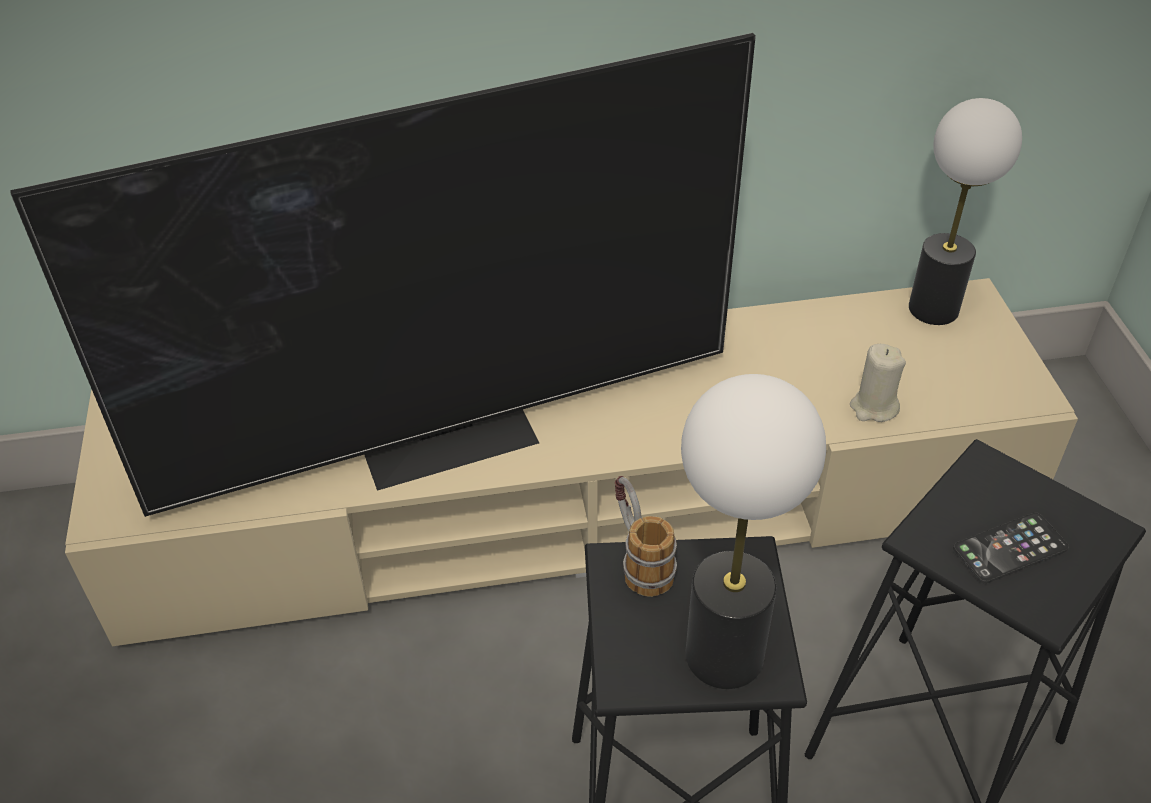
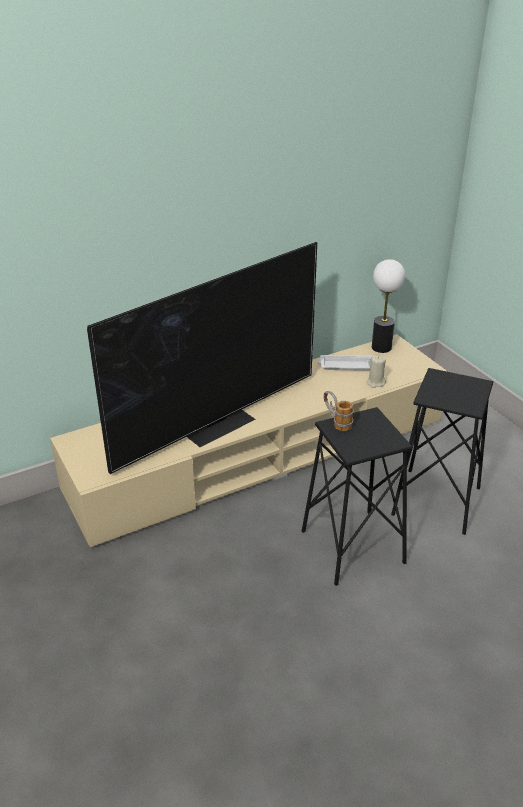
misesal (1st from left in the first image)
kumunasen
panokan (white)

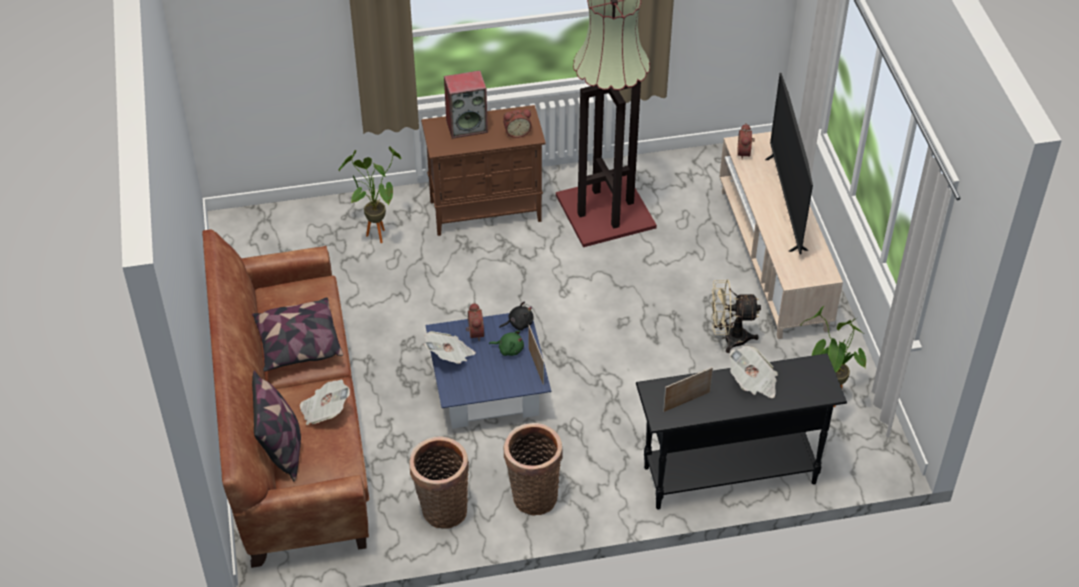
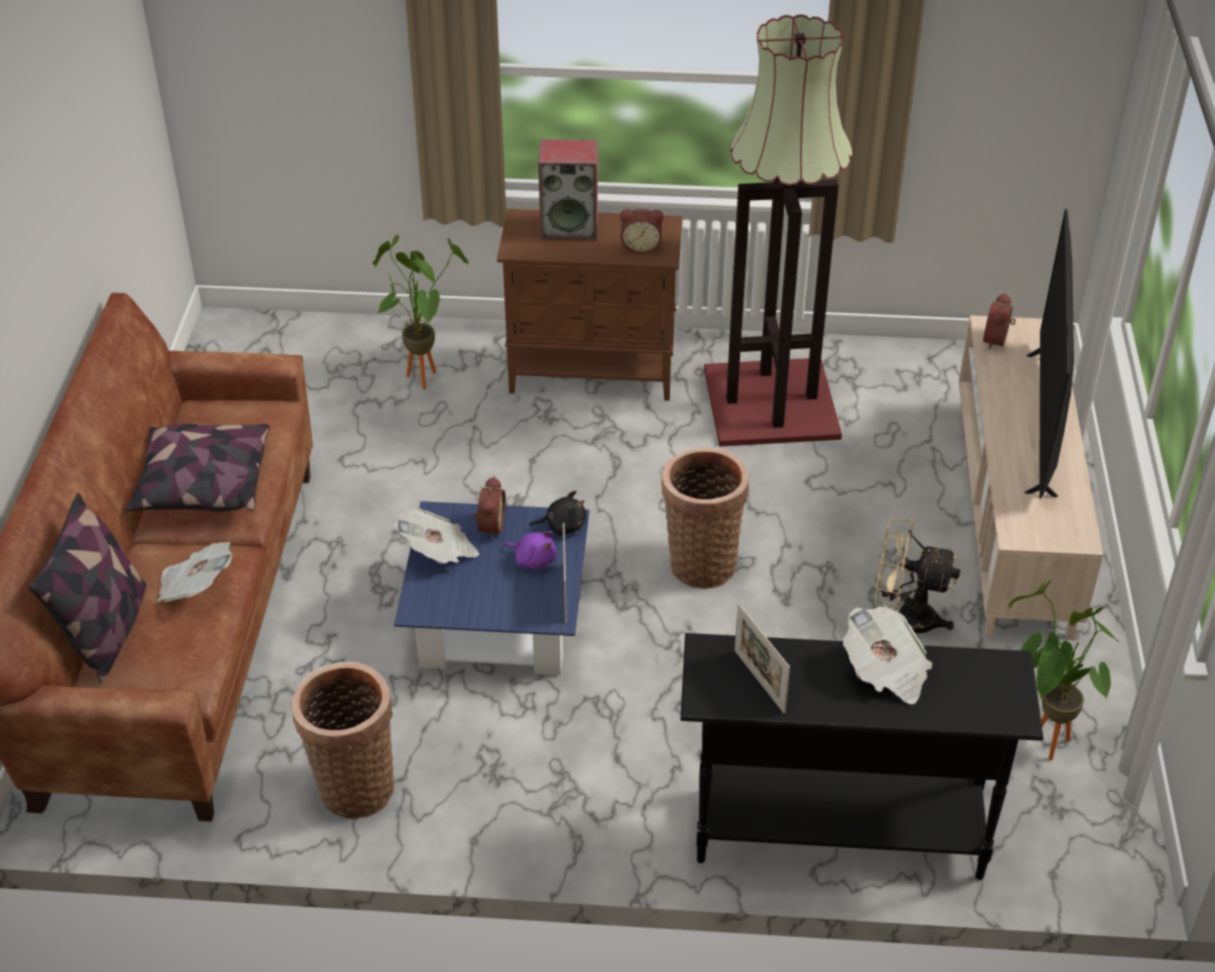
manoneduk (2nd from left)
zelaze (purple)
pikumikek (2nd from left)

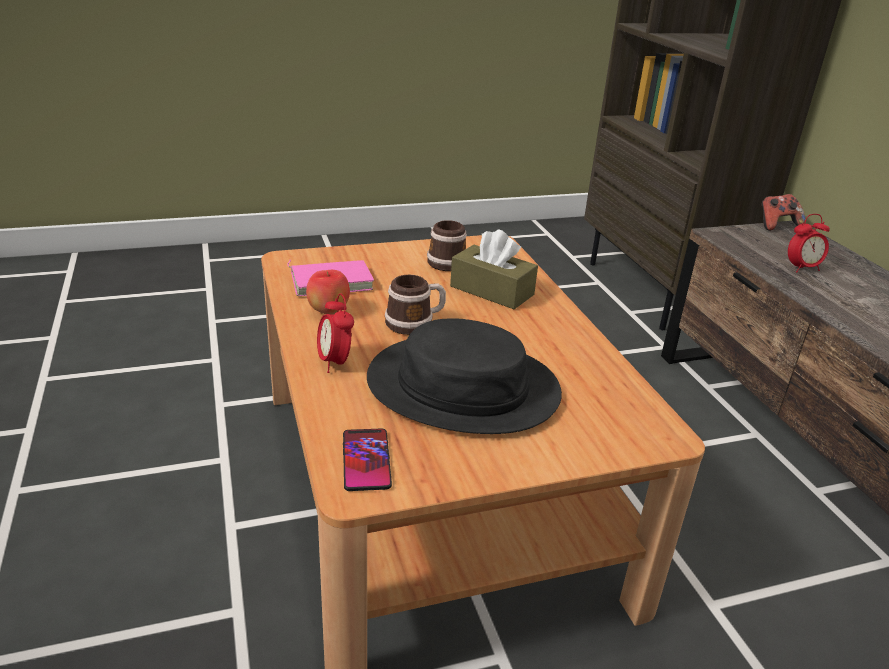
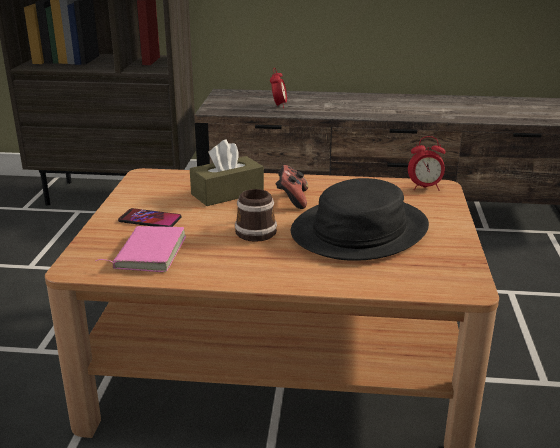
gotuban
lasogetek (2nd from left in the first image)
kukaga (2nd from left)
kumunasen
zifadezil

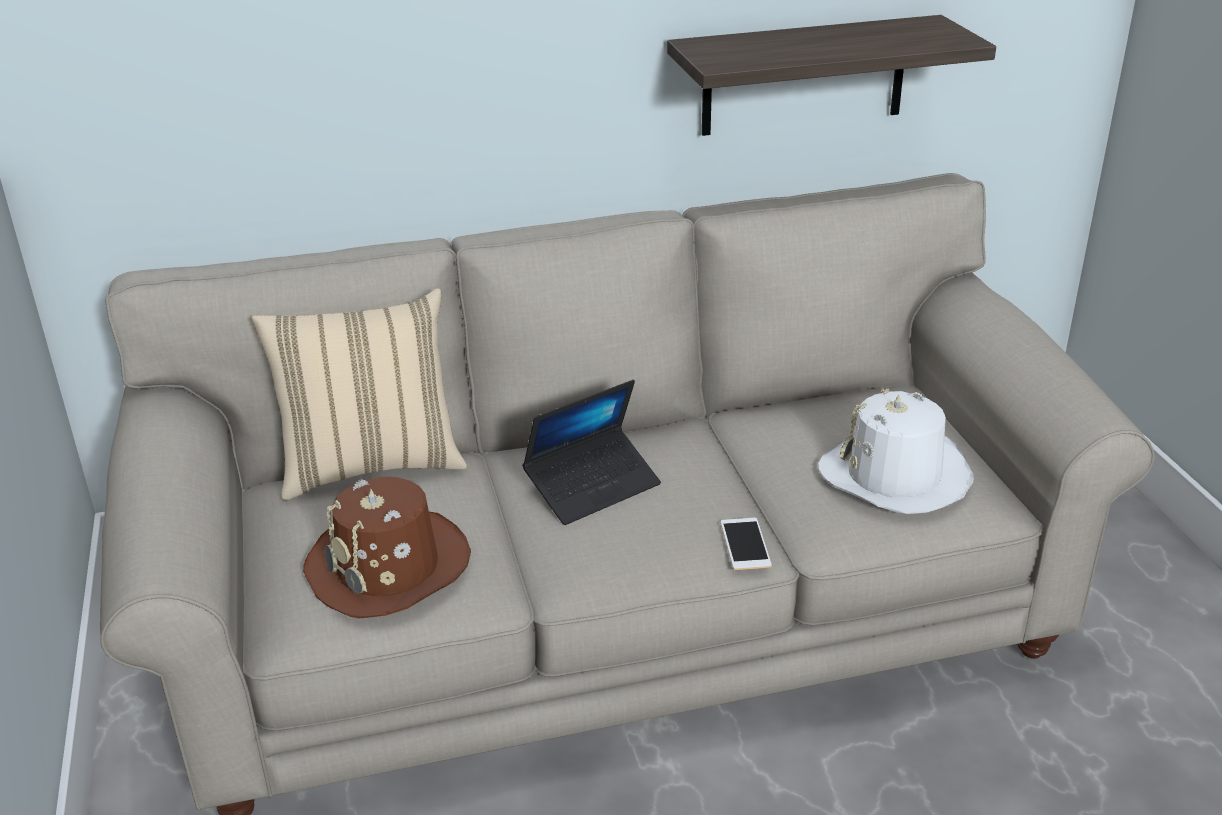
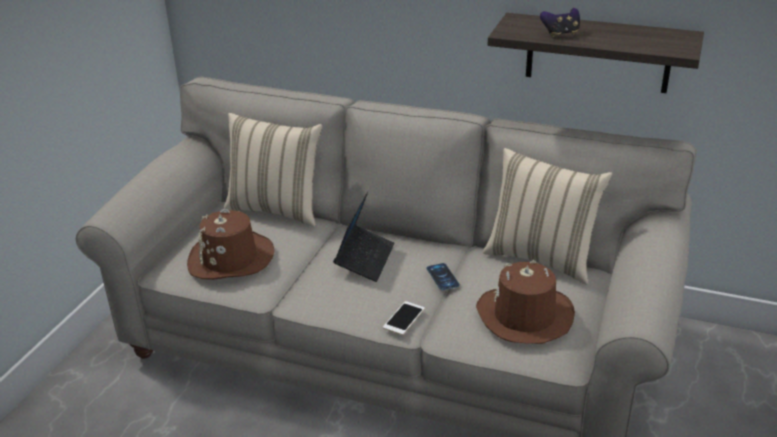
kumunasen (2nd from left)
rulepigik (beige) (2nd from left)
zifadezil
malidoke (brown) (2nd from left)
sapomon

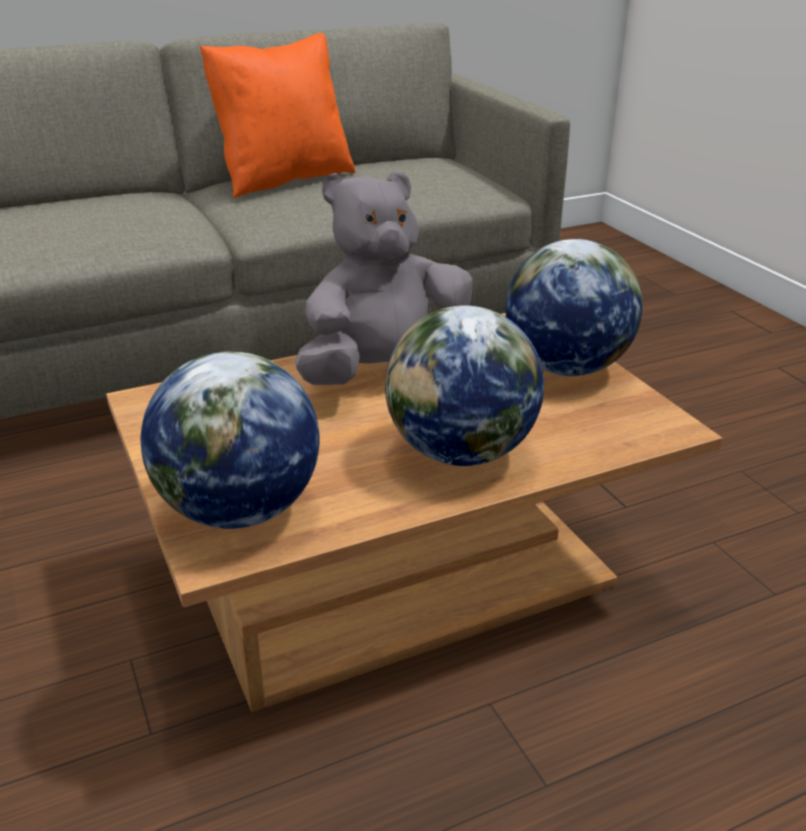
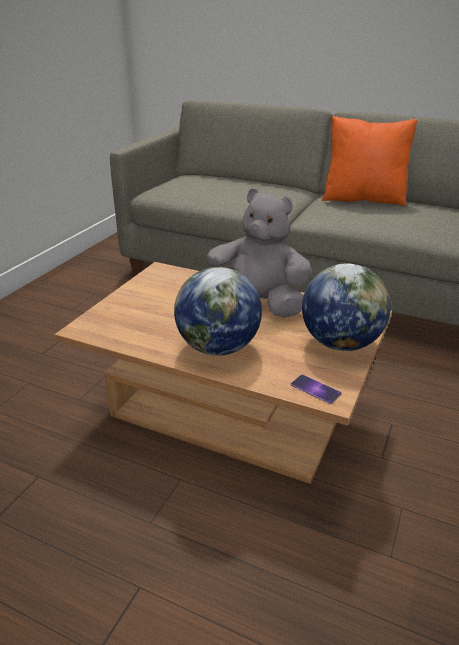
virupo (1st from left in the first image)
kumunasen

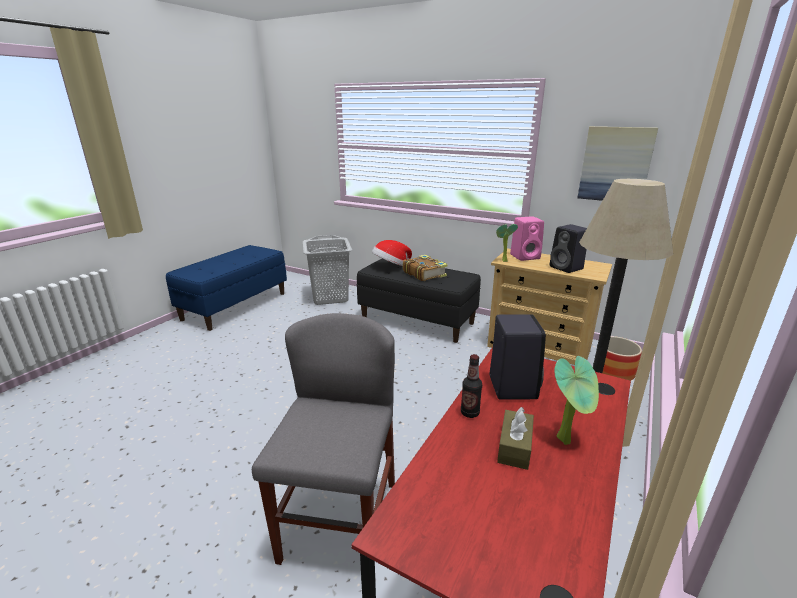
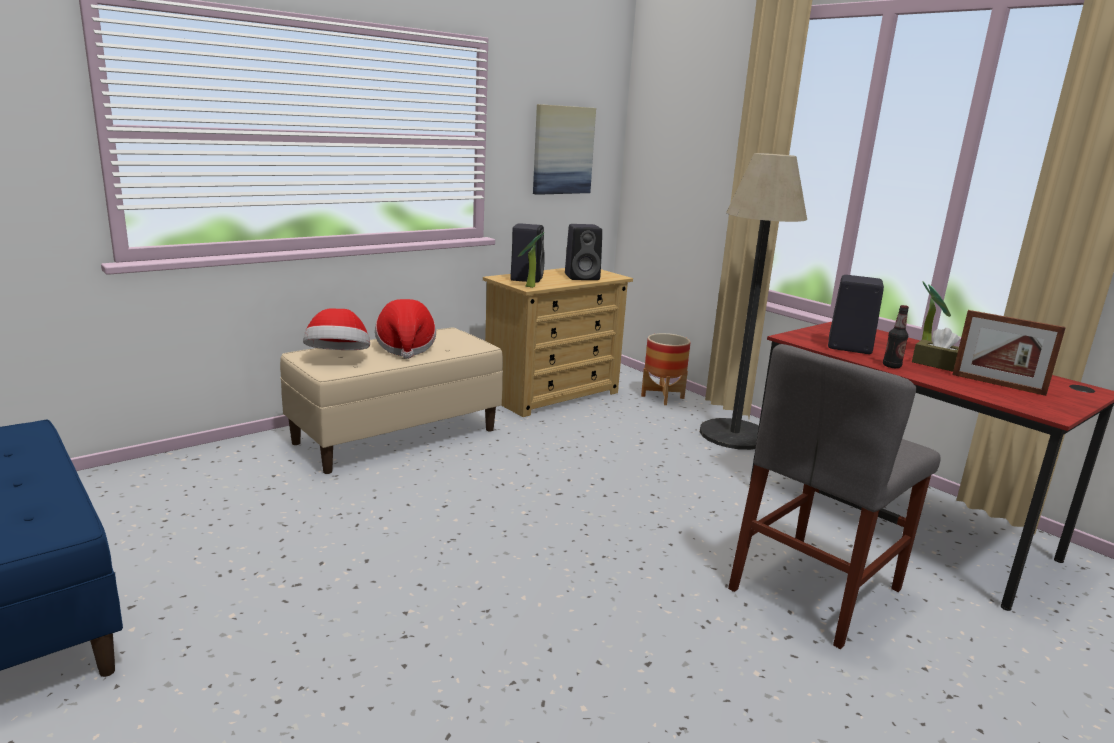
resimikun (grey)
pikumikek
malidoke (2nd from left)
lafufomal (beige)
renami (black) (1st from left)
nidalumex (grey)

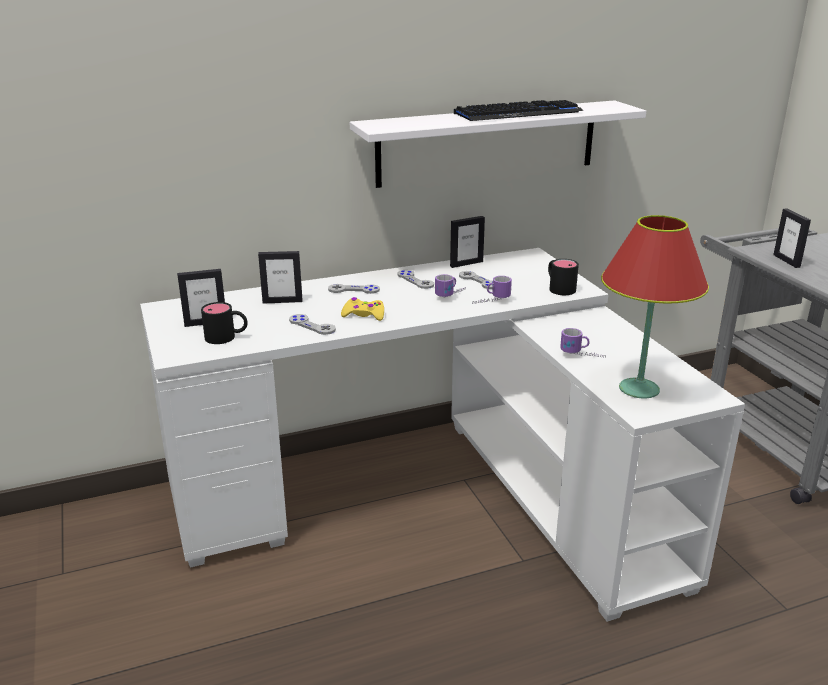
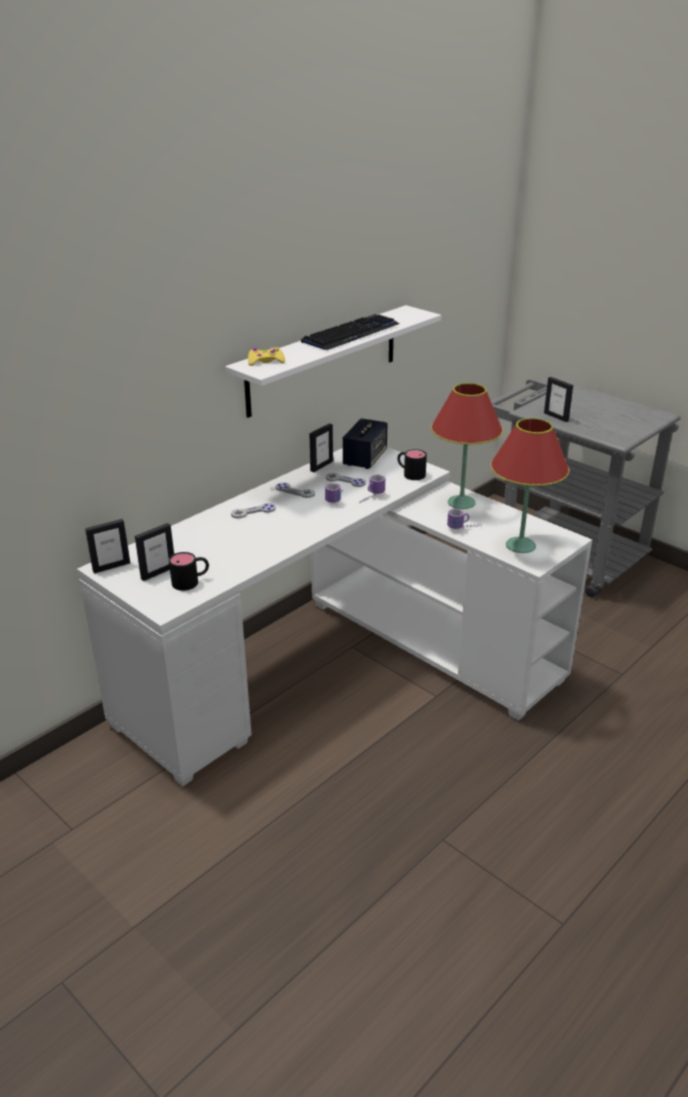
zifadezil (grey) (1st from left in the first image)
renami
misesal (red) (1st from left)
pikumikek (1st from left)
zifadezil (yellow)

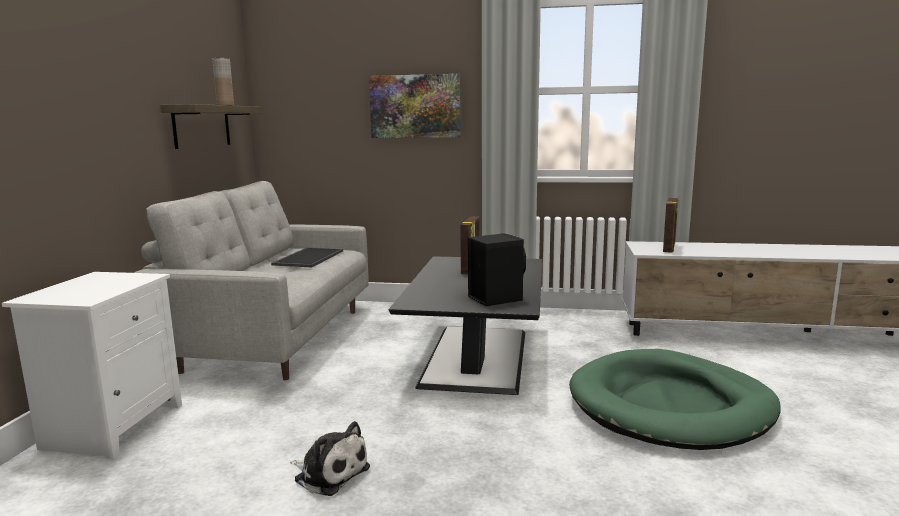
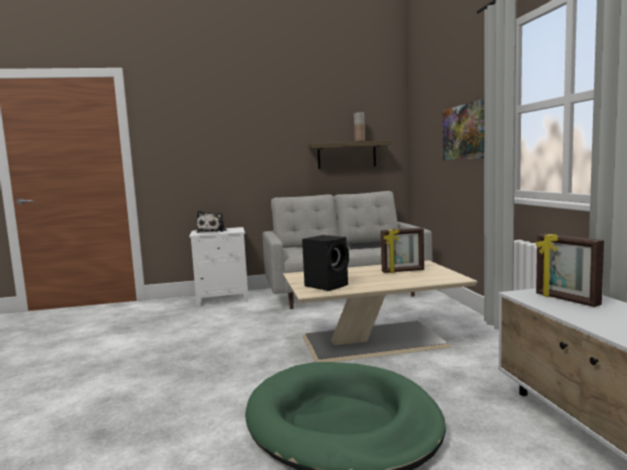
zelaze
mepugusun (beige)
pikumikek (2nd from left)

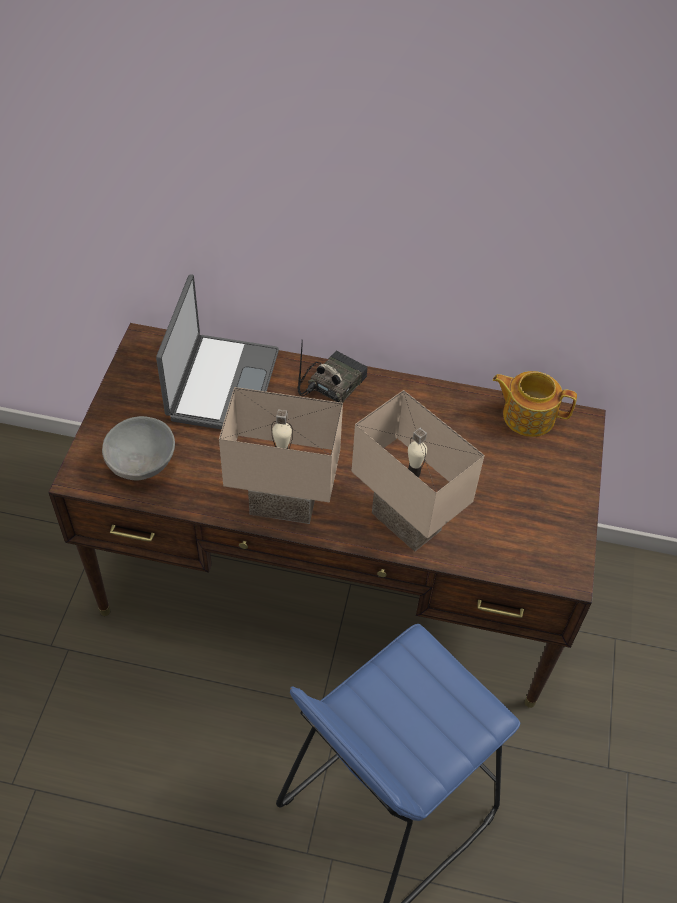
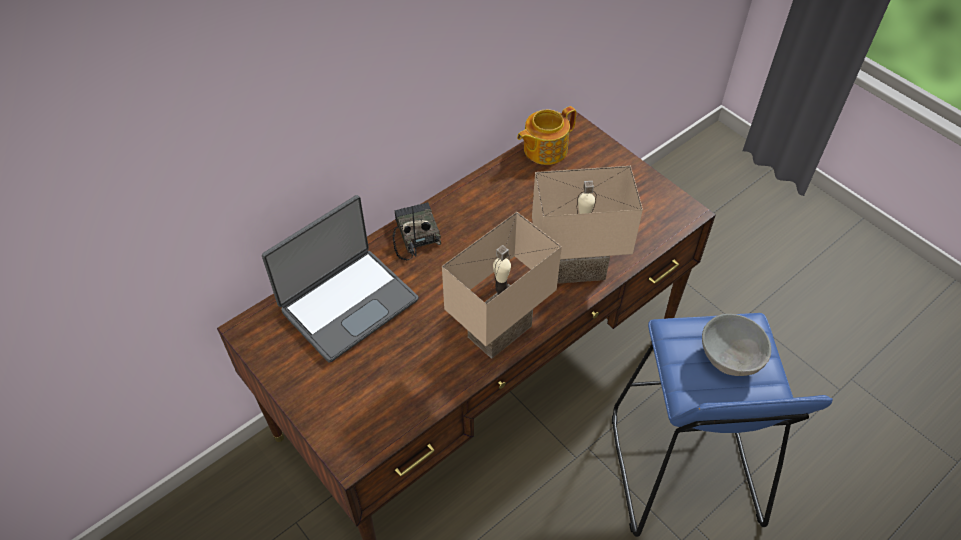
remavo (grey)
sapomon

